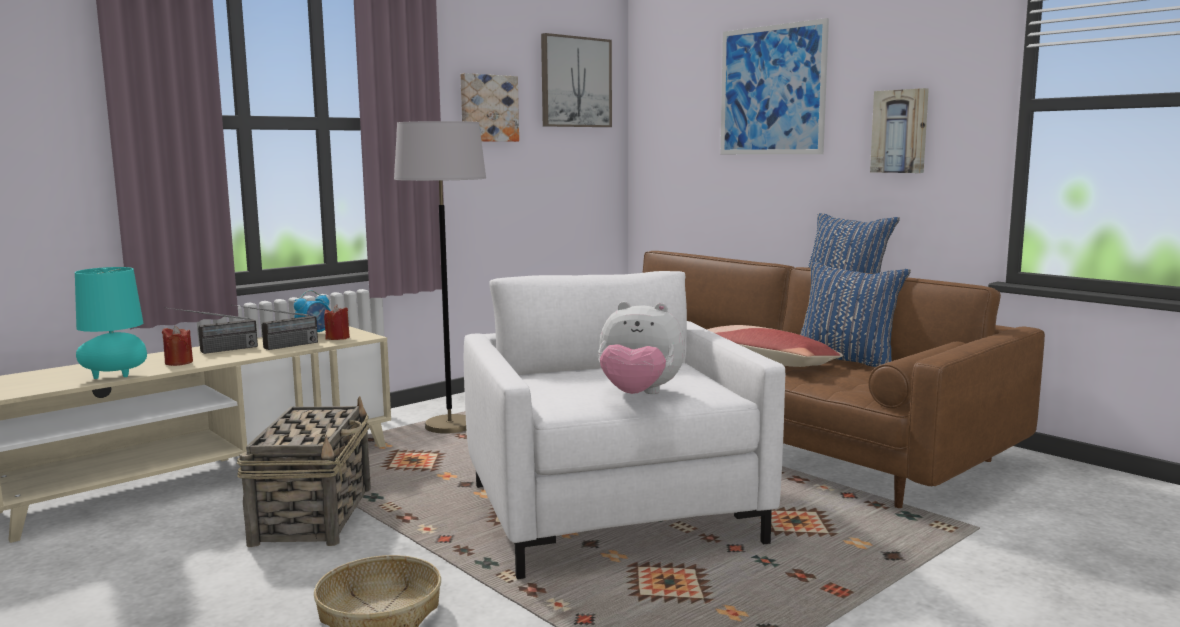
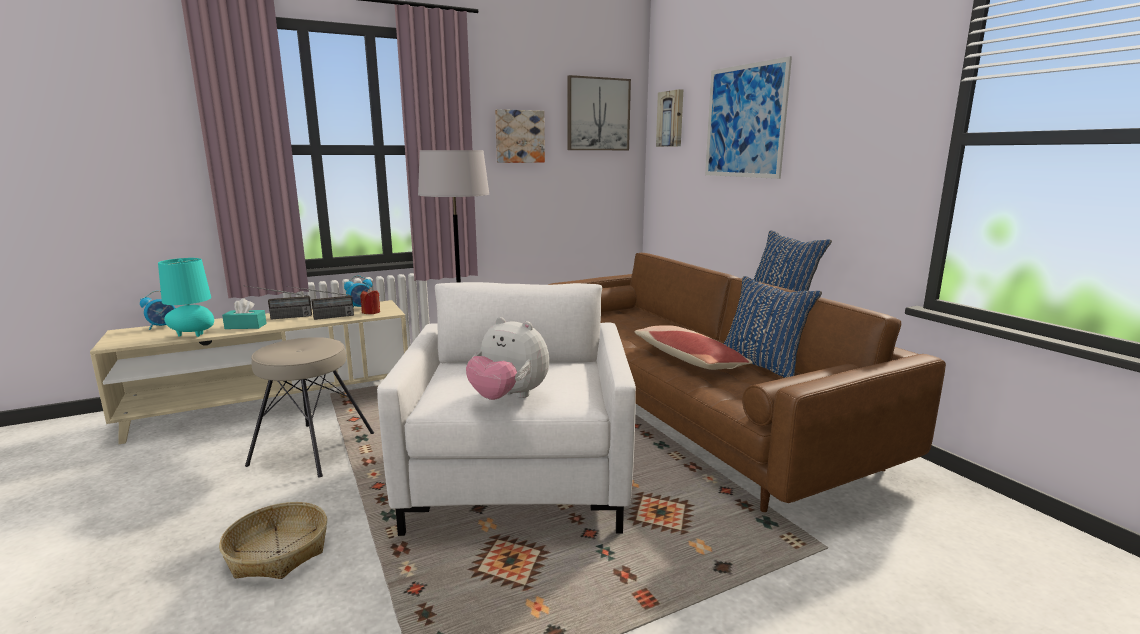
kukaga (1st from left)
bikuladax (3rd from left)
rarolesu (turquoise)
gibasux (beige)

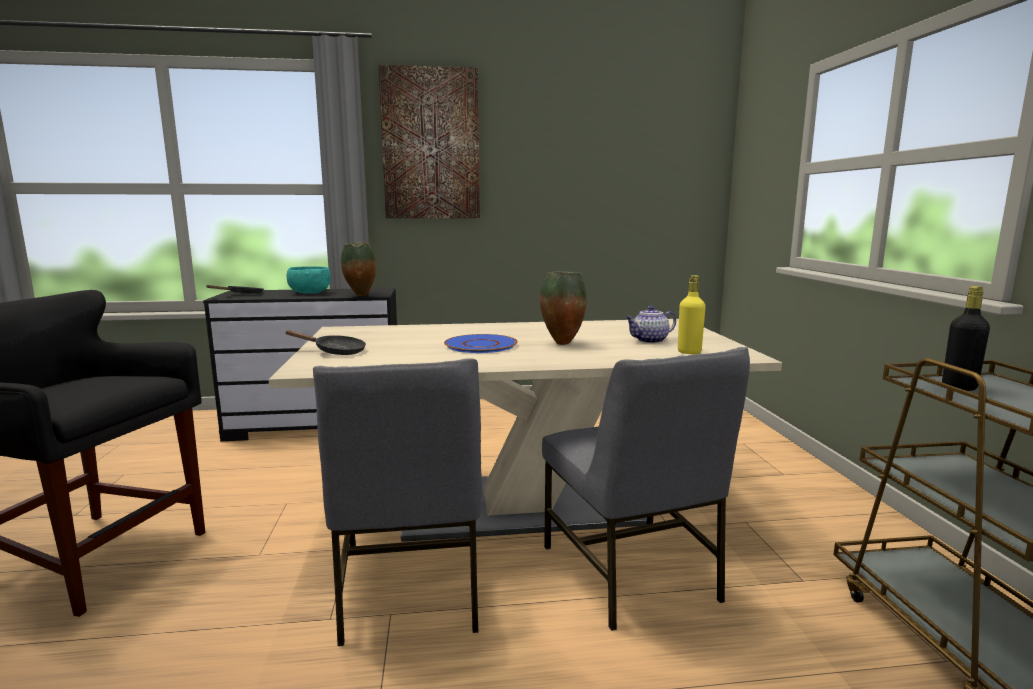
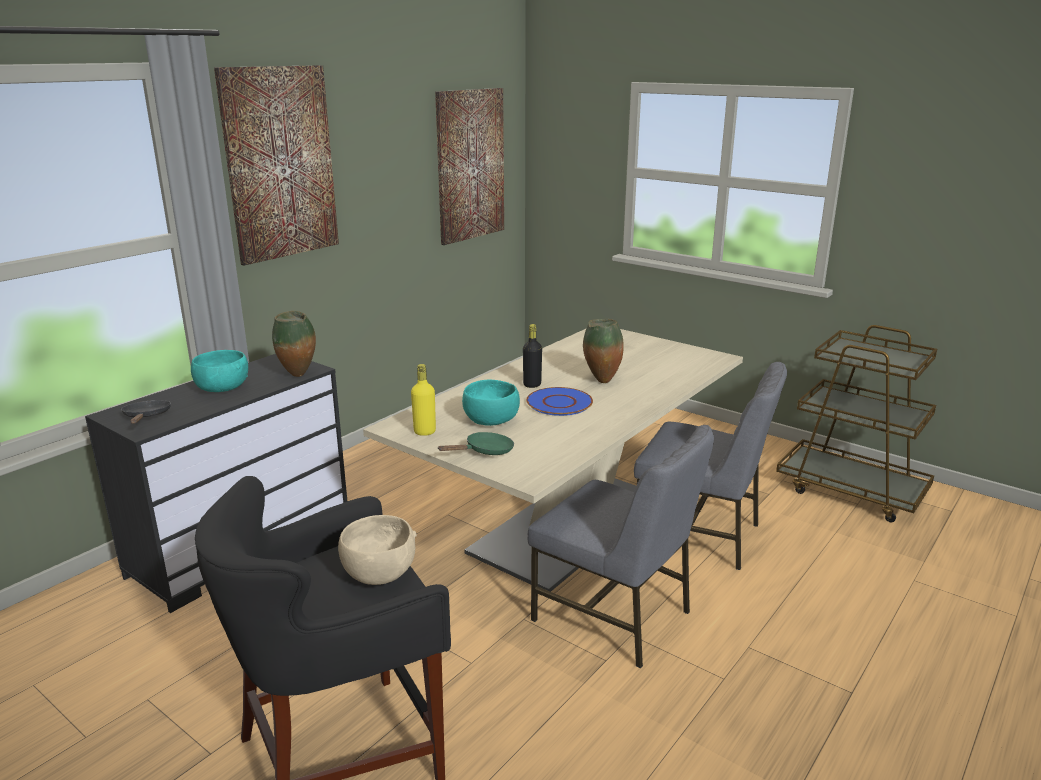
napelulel
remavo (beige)
bikuladax (2nd from left)
remavo (turquoise) (2nd from left)
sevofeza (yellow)
sevofeza (black)
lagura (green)

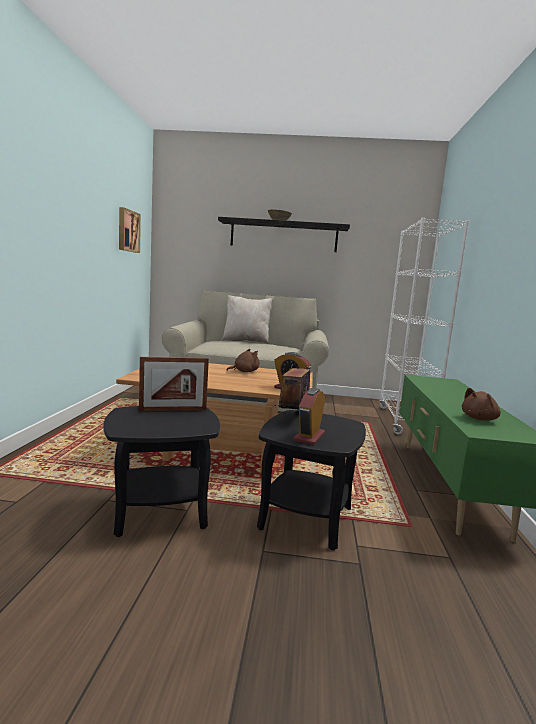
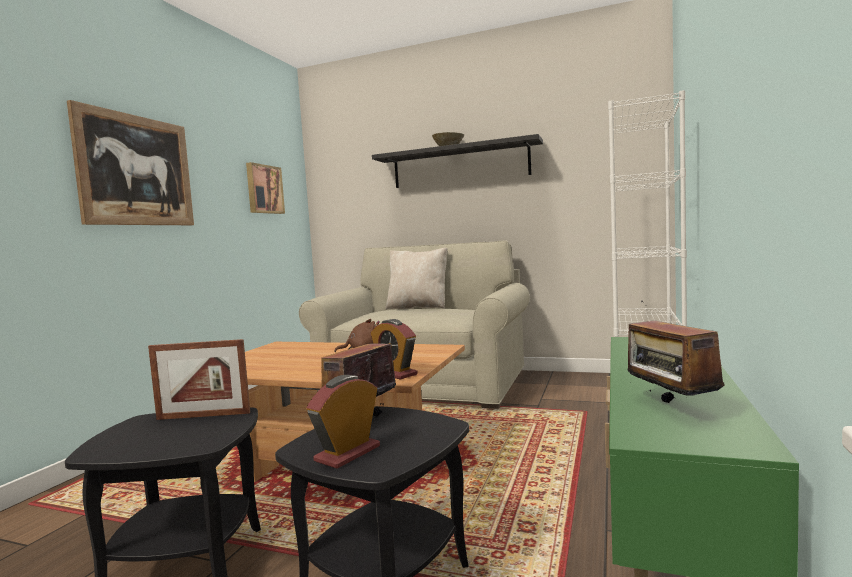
bikuladax (1st from left)
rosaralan (2nd from left)

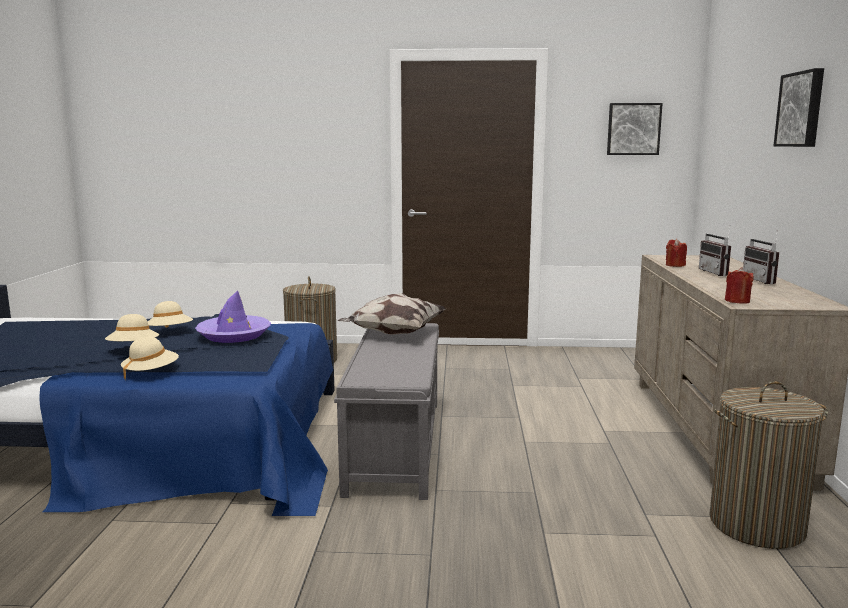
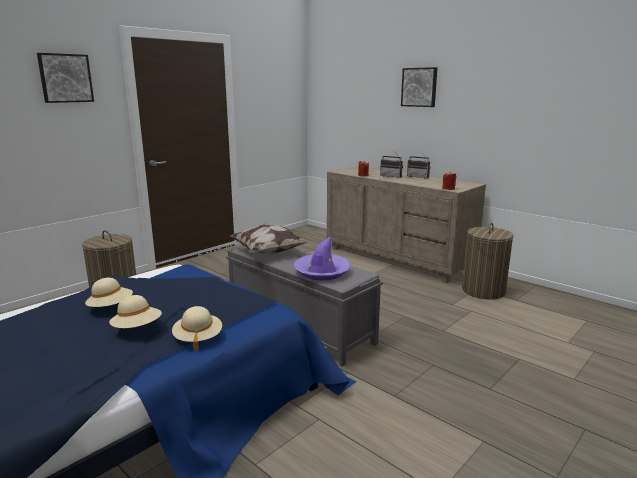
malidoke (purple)
bikuladax (1st from left)

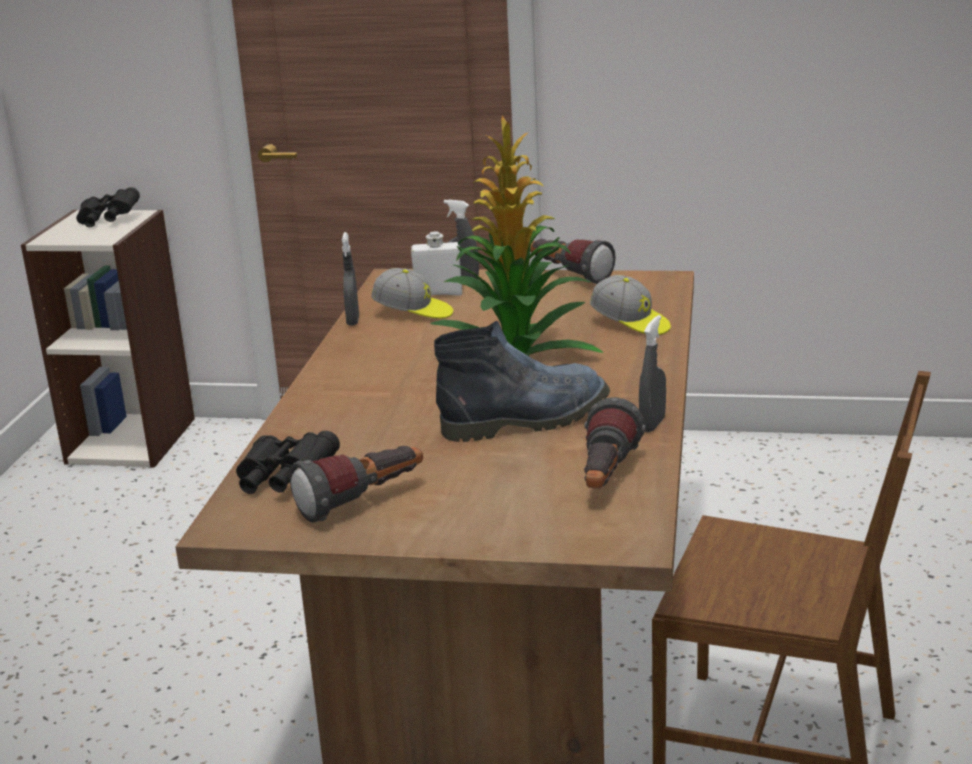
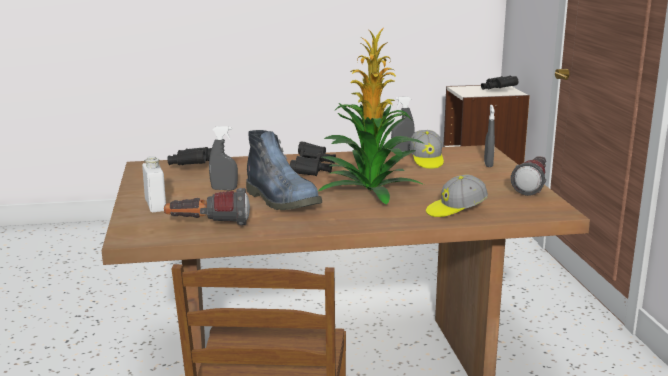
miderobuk (1st from left in the first image)
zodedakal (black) (2nd from left)
sevofeza (white)
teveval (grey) (1st from left)
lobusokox (2nd from left)

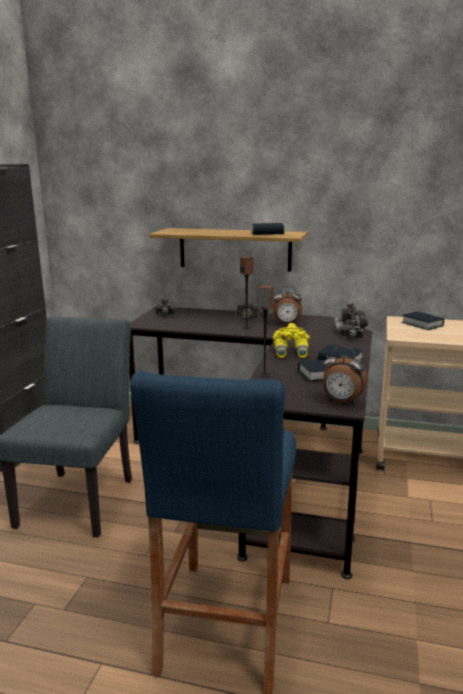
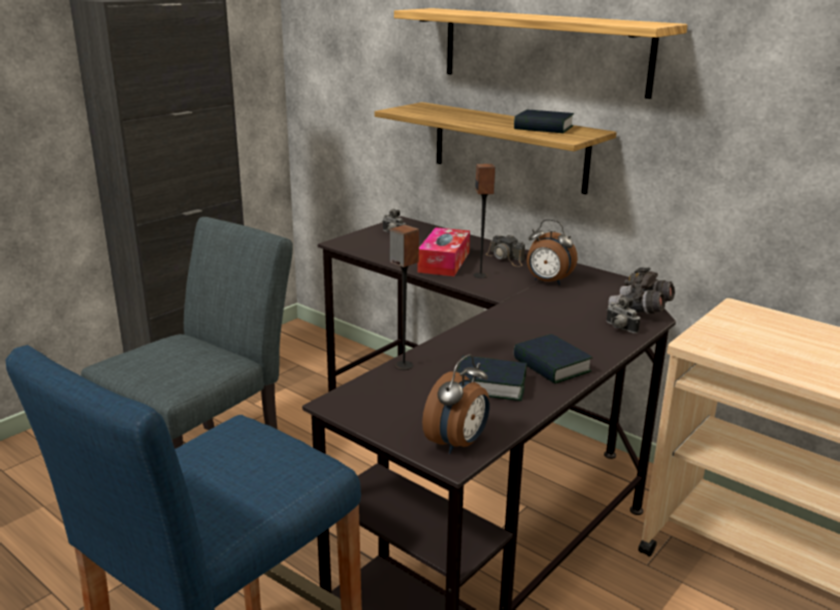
zodedakal (yellow)
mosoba (4th from left in the first image)
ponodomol (2nd from left)
rarolesu
kukaga (1st from left)

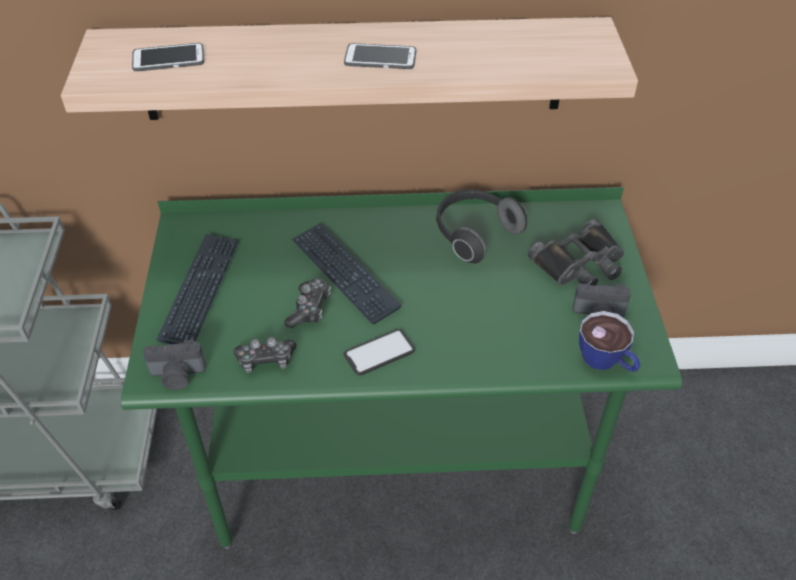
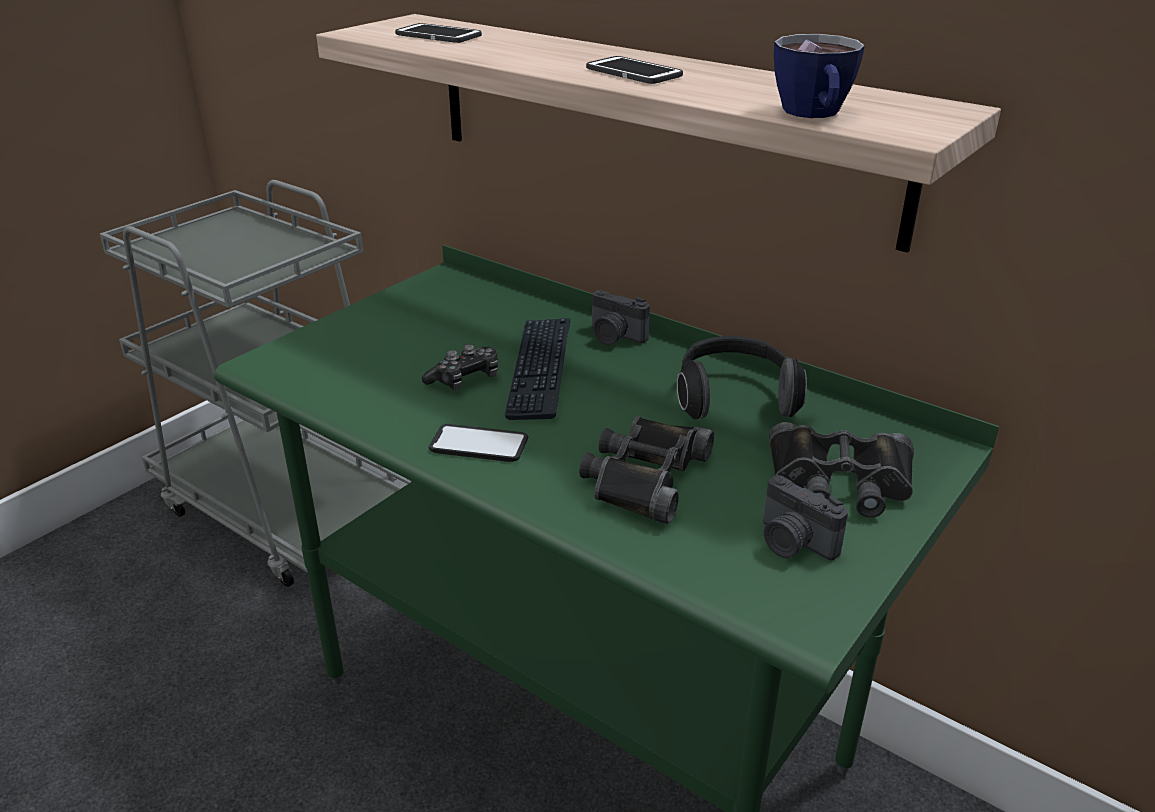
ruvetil (1st from left in the first image)
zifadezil (1st from left in the first image)
zodedakal (black) (1st from left)
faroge (1st from left)
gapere

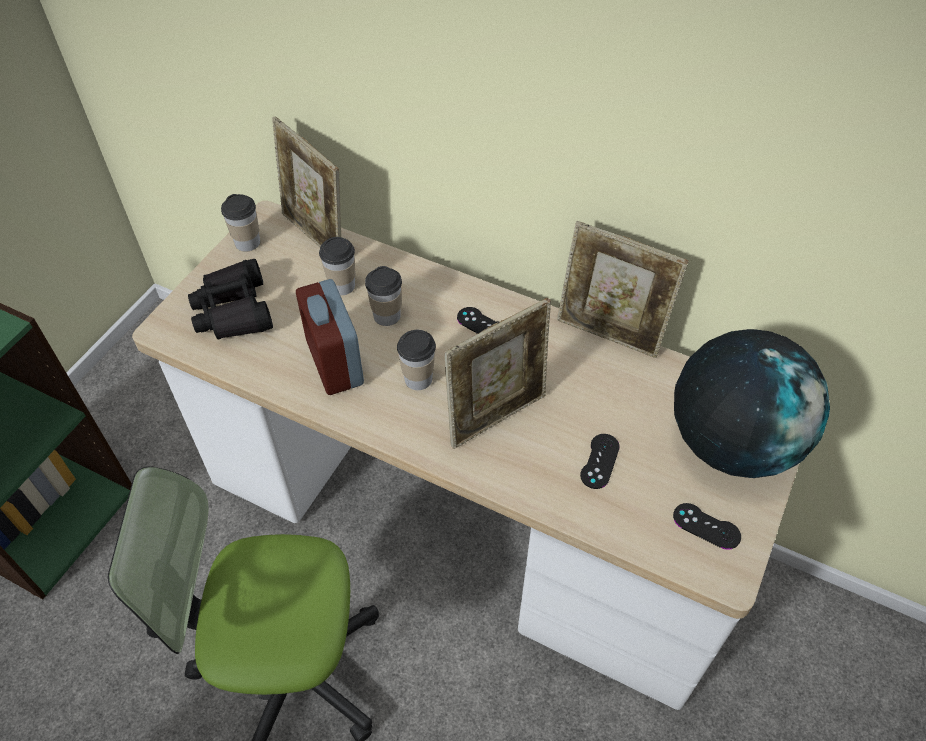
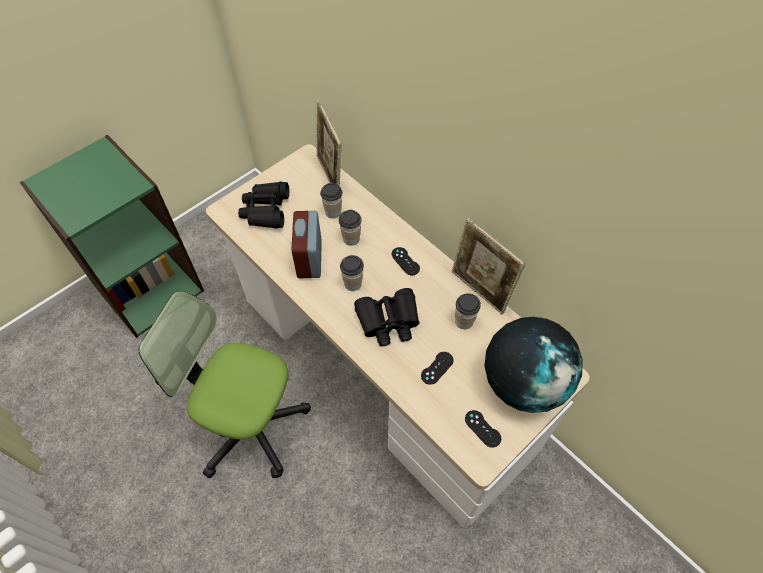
gapere (4th from left)
zodedakal (black) (2nd from left)

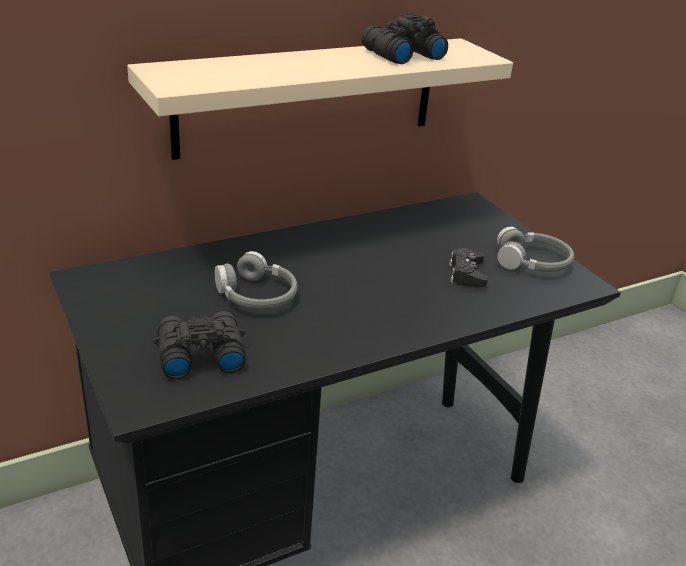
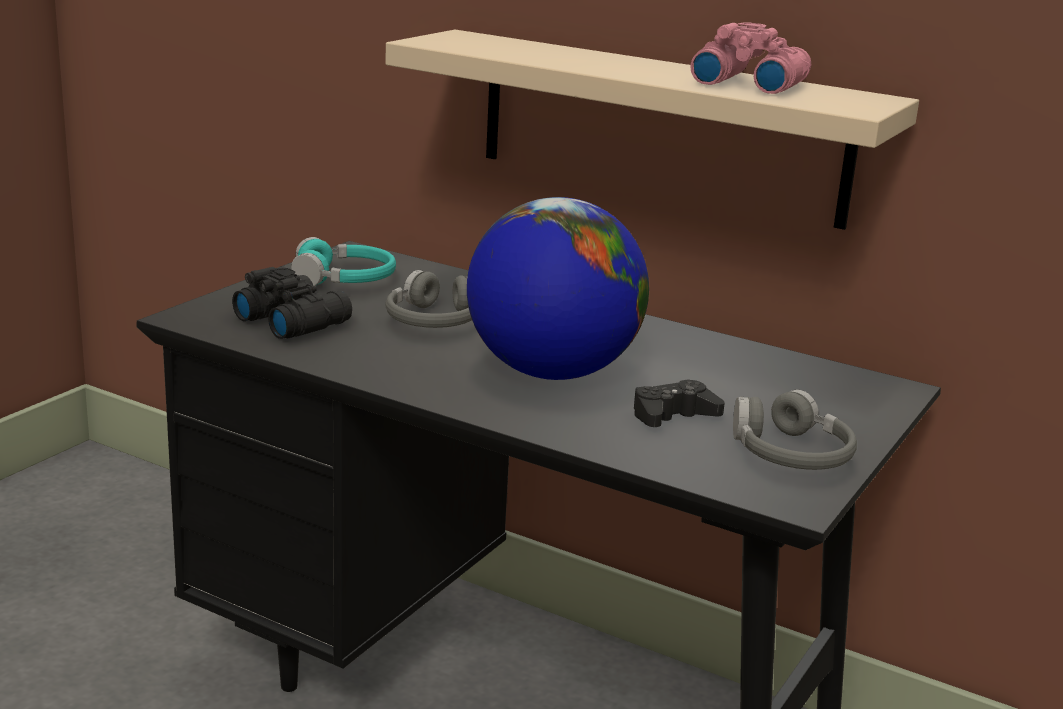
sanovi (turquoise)
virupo
zodedakal (pink)

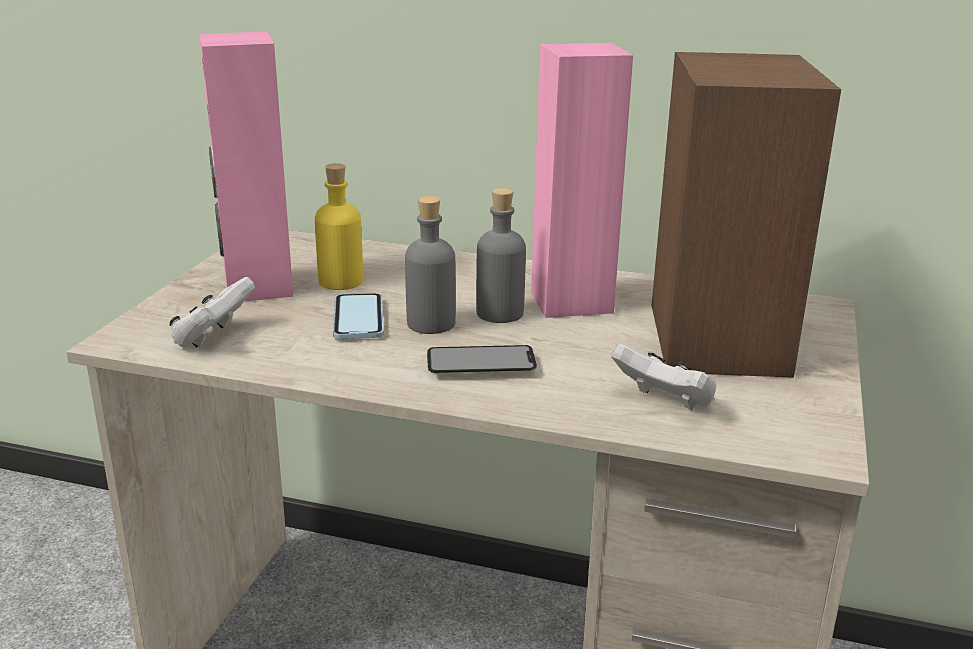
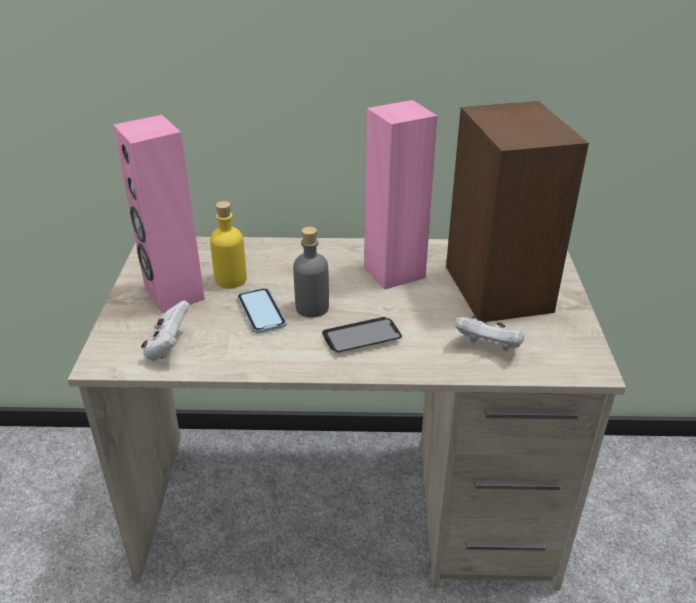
sevofeza (grey) (2nd from left in the first image)

